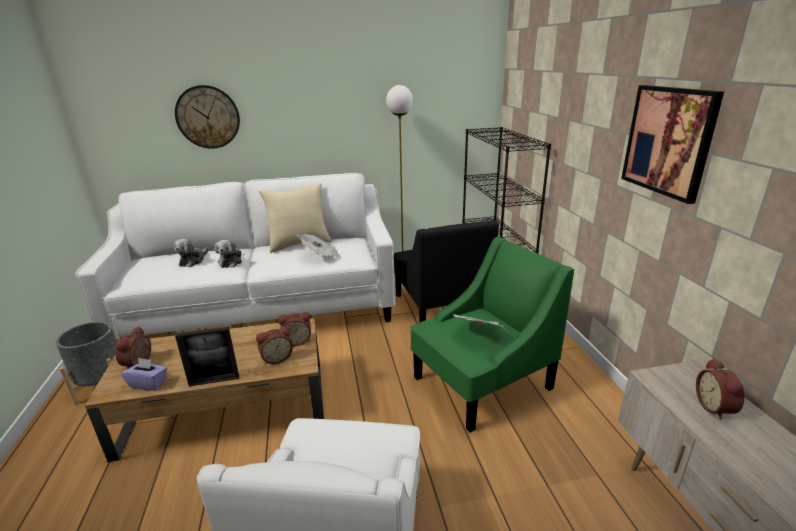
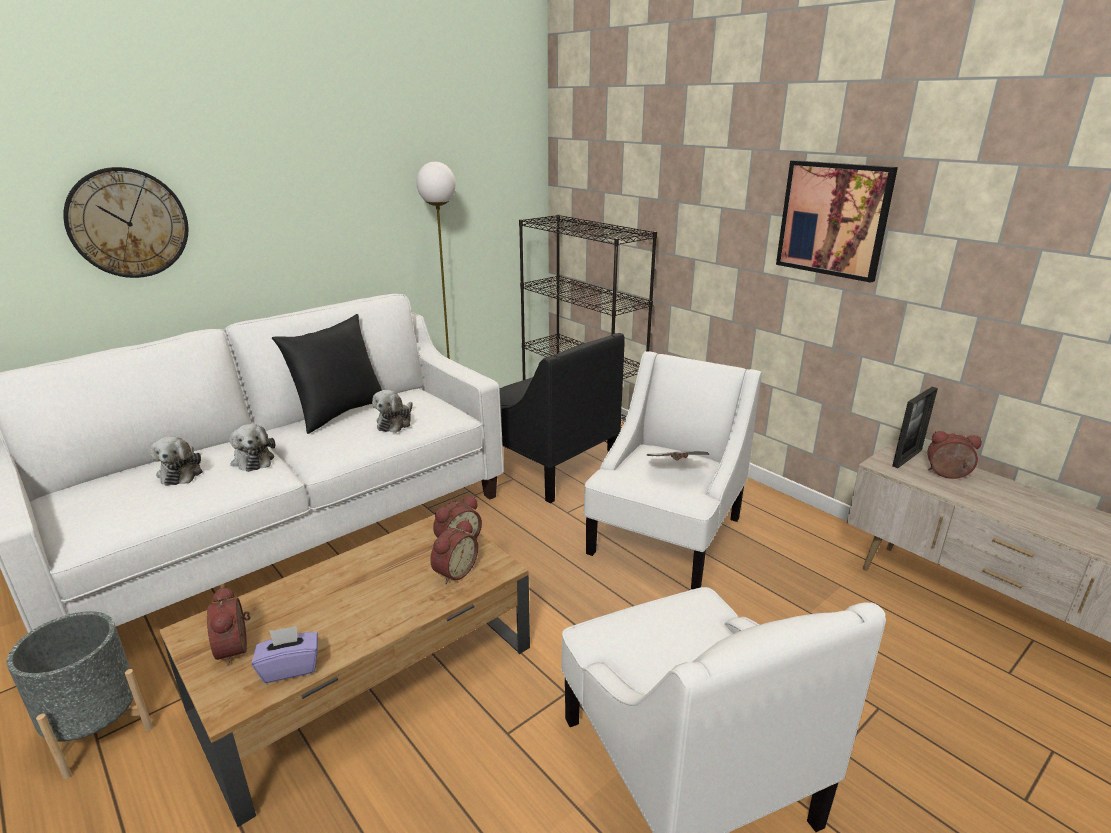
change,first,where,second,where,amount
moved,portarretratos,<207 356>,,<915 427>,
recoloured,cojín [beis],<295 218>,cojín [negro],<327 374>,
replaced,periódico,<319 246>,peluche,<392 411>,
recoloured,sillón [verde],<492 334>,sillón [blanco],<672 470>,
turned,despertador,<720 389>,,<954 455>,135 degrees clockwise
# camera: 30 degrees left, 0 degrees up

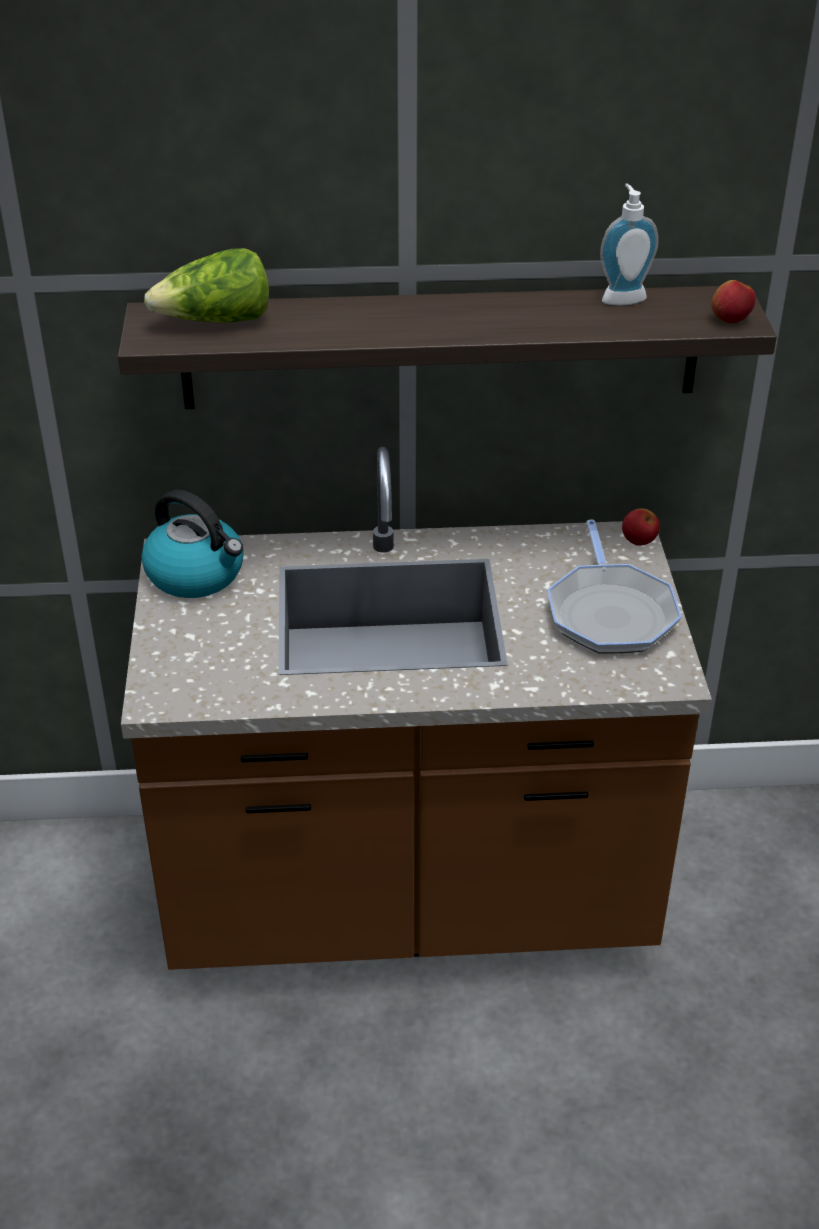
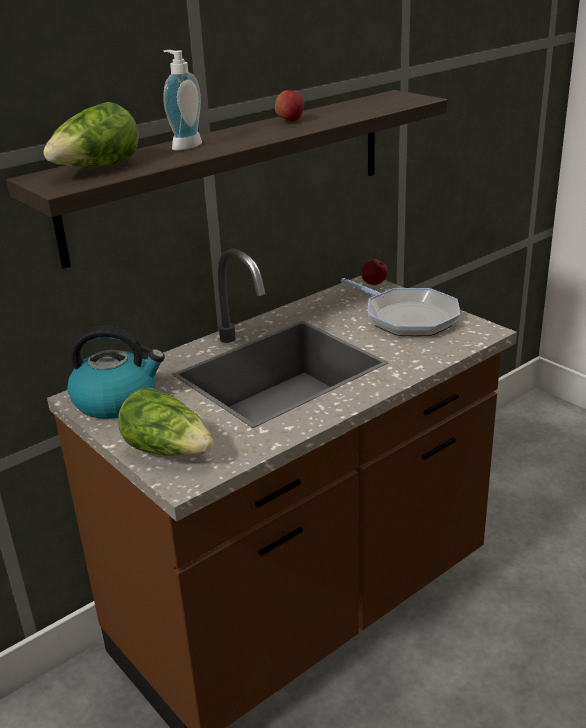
change,first,where,second,where,amount
moved,dispensador de jabón,<629 244>,,<182 100>,
moved,manzana,<733 301>,,<289 106>,
added,,,lechuga,<165 422>,
# camera: 35 degrees left, 10 degrees down

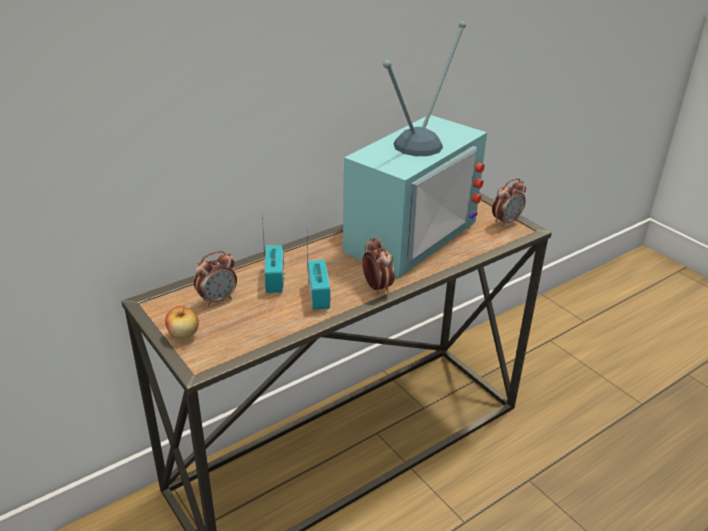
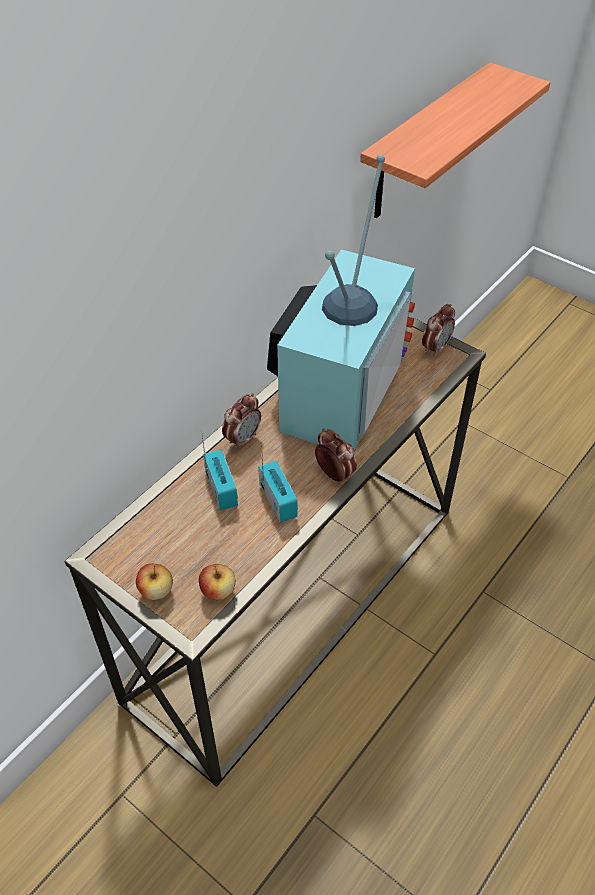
change,first,where,second,where,amount
moved,despertador,<215 279>,,<241 421>,
added,,,manzana,<217 582>,
added,,,estante,<455 140>,
# camera: 15 degrees left, 15 degrees up

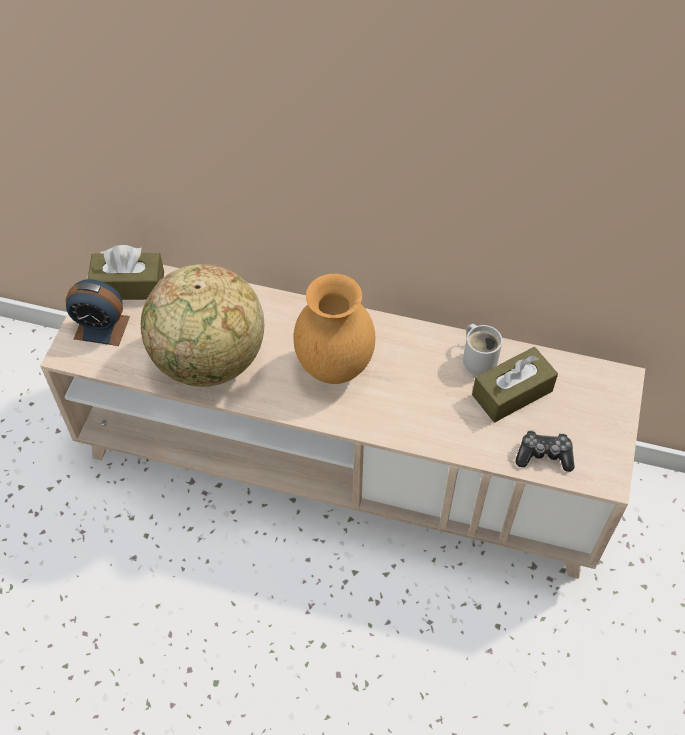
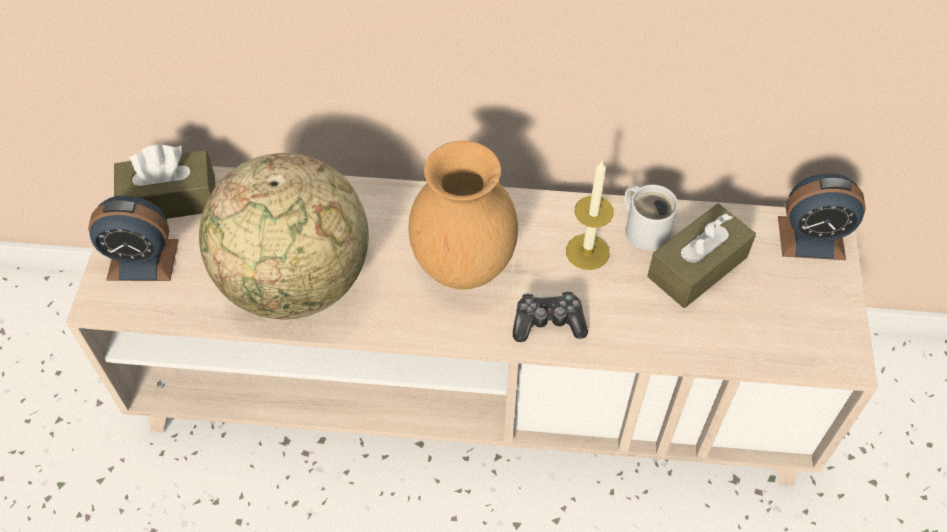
change,first,where,second,where,amount
moved,mando de consola,<545 451>,,<550 316>,
added,,,vela,<590 215>,
added,,,despertador,<822 217>,
# camera: 10 degrees left, 0 degrees up

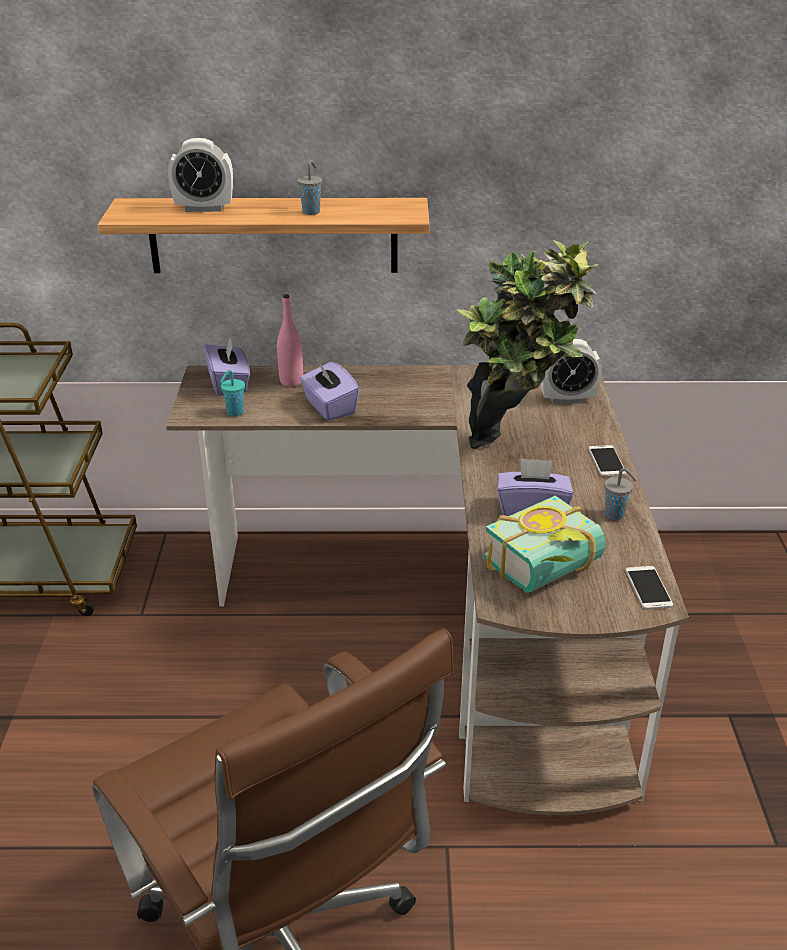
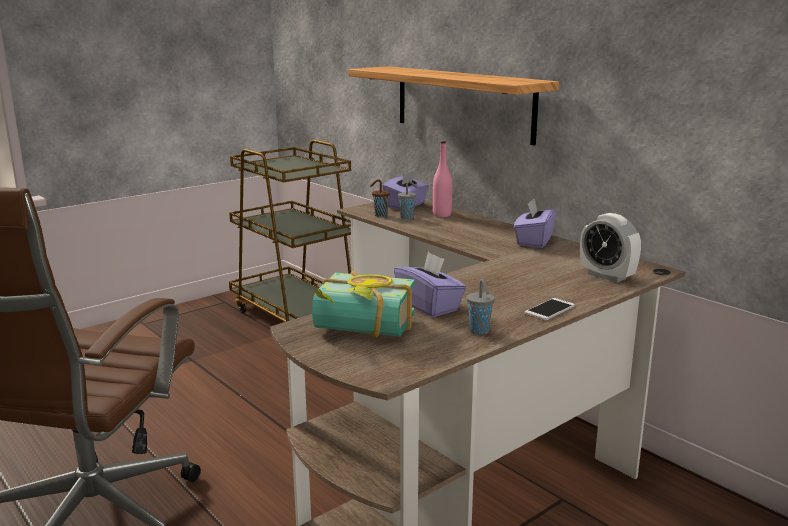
change,first,where,second,where,amount
removed,despertador,<200 175>,,,
recoloured,taza [turquesa],<232 393>,taza [marrón],<380 198>,
moved,taza [gris],<310 187>,,<407 200>,
moved,caja de pañuelos [morado],<330 390>,,<535 223>,
removed,planta en maceta,<527 344>,,,
removed,móvil,<649 587>,,,
# camera: 50 degrees right, 15 degrees down

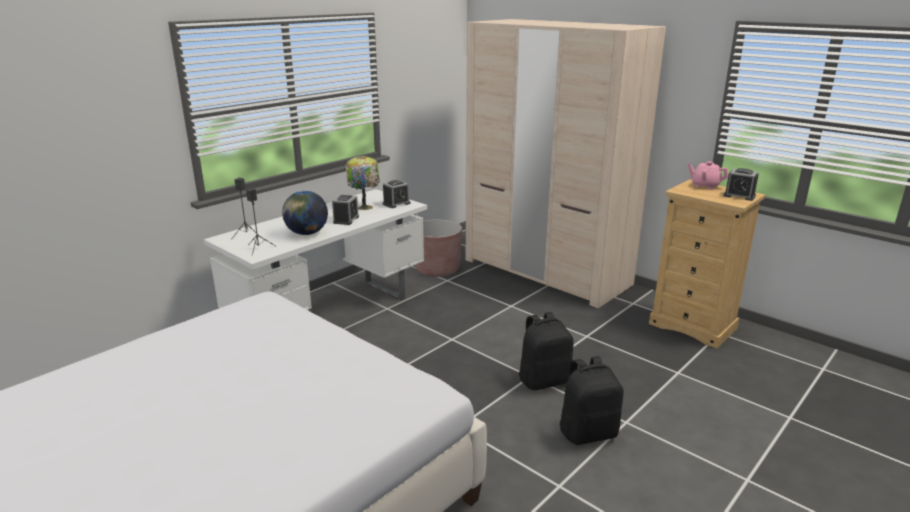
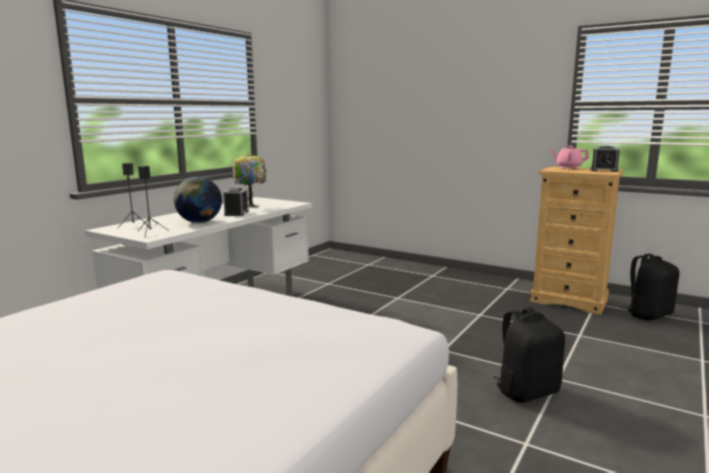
change,first,where,second,where,amount
removed,despertador,<397 194>,,,
removed,maceta [marrón],<438 248>,,,
removed,armario ropero [beis],<566 163>,,,
moved,mochila [negro],<546 351>,,<649 287>,
# camera: 10 degrees left, 10 degrees down

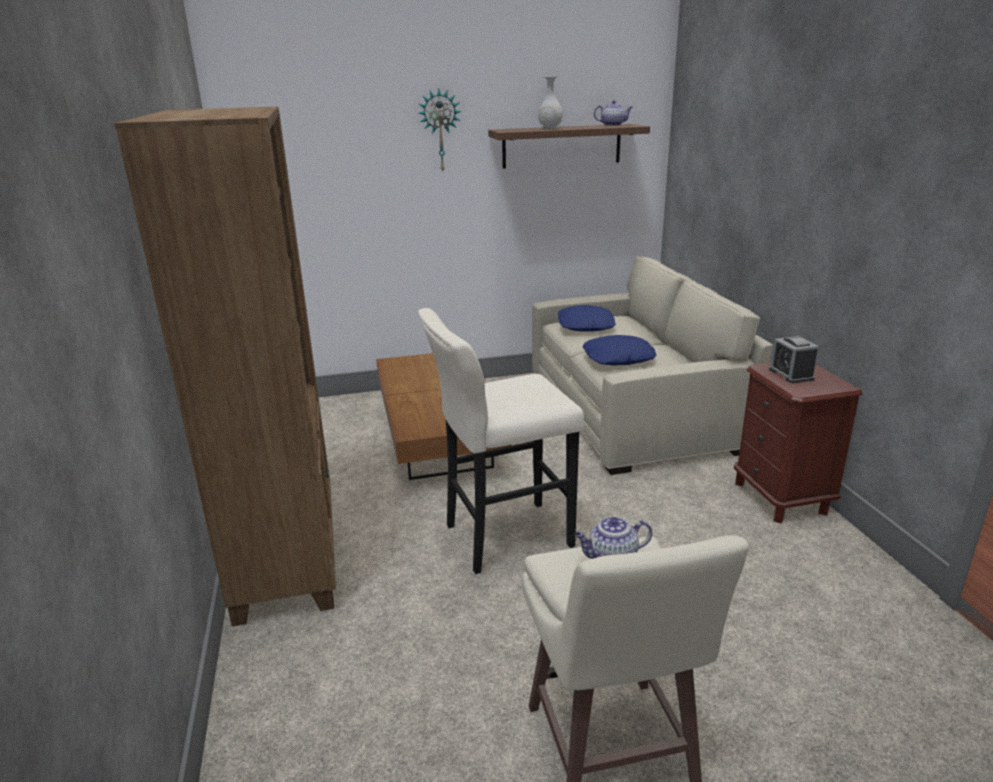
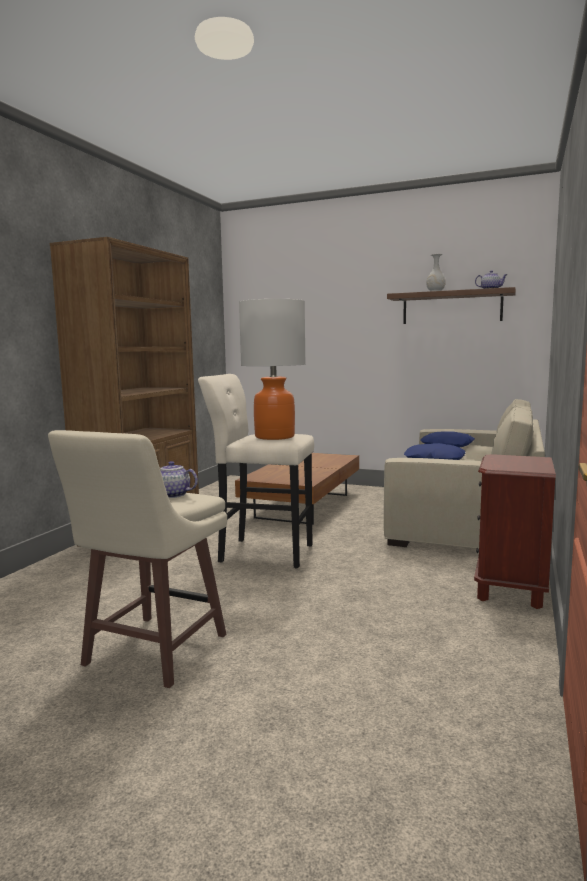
change,first,where,second,where,amount
removed,reloj de pared,<440 130>,,,
removed,despertador,<794 359>,,,
added,,,lámpara de mesa,<272 369>,
# camera: 35 degrees right, 15 degrees down

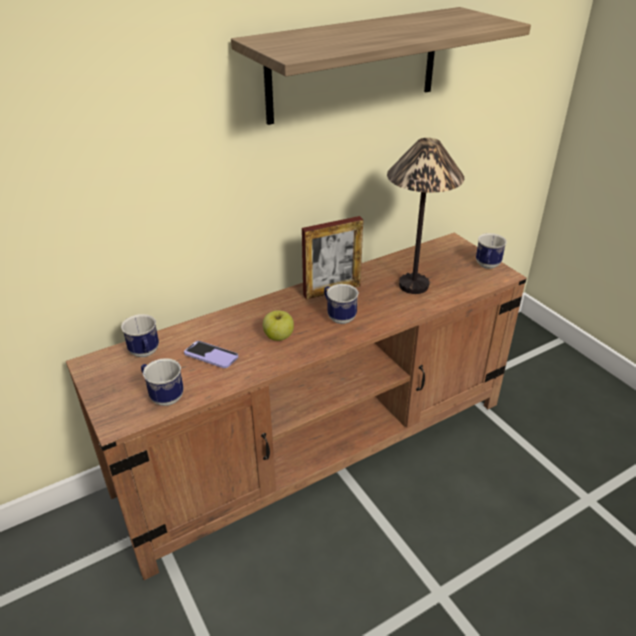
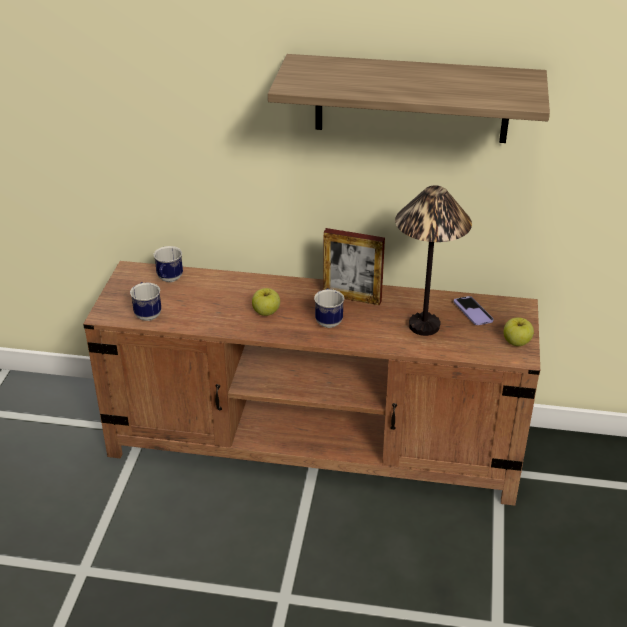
change,first,where,second,where,amount
moved,móvil,<211 354>,,<473 310>,
replaced,taza grande,<491 251>,manzana,<519 331>,
# camera: 40 degrees right, 0 degrees up

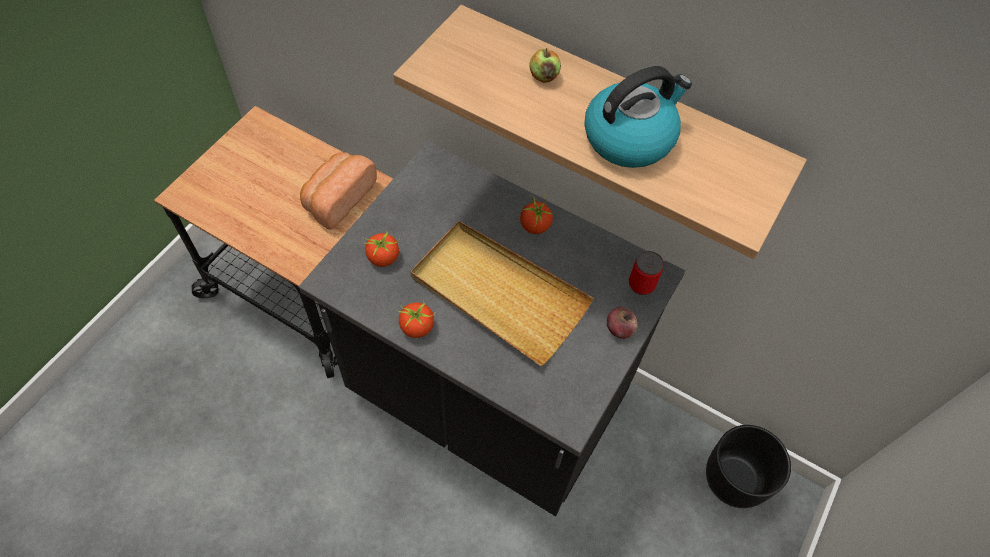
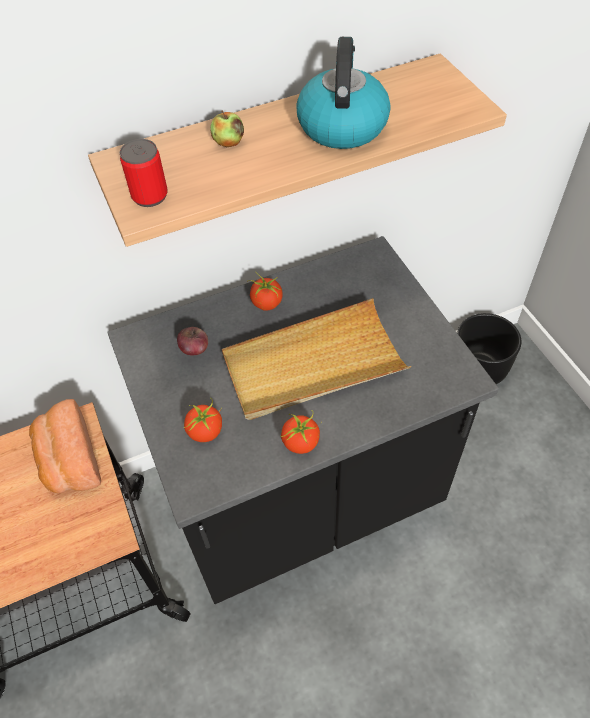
change,first,where,second,where,amount
moved,manzana,<622 323>,,<192 341>,
moved,lata,<646 273>,,<144 173>,
# camera: 50 degrees left, 5 degrees down

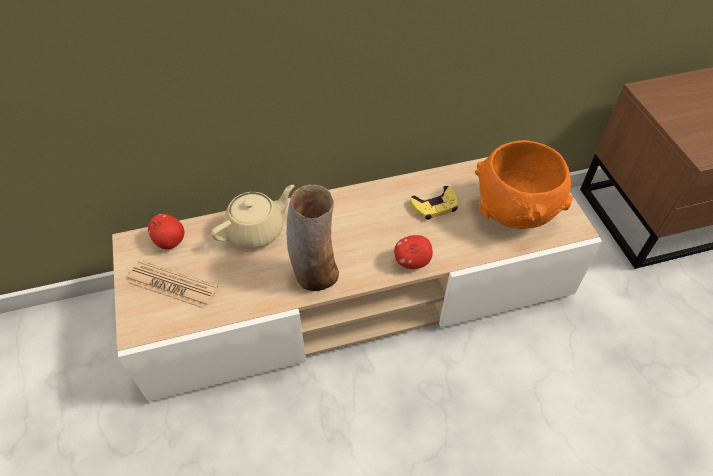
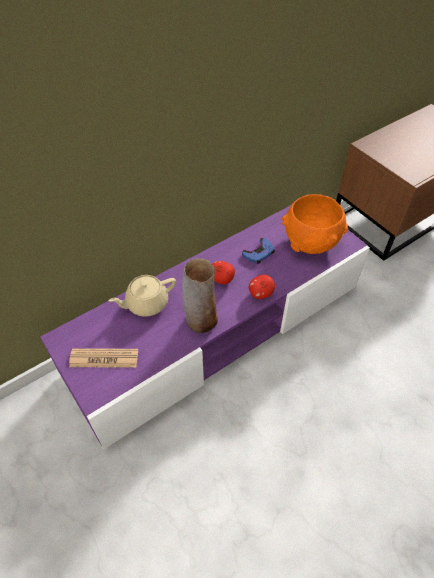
change,first,where,second,where,amount
recoloured,mueble de televisión [beis],<357 279>,mueble de televisión [morado],<205 327>,
moved,manzana,<166 231>,,<223 272>,
turned,tetera [beis],<252 217>,,<142 296>,150 degrees counterclockwise
recoloured,mando de consola [amarillo],<434 203>,mando de consola [azul],<258 251>,
# camera: 20 degrees left, 0 degrees up

